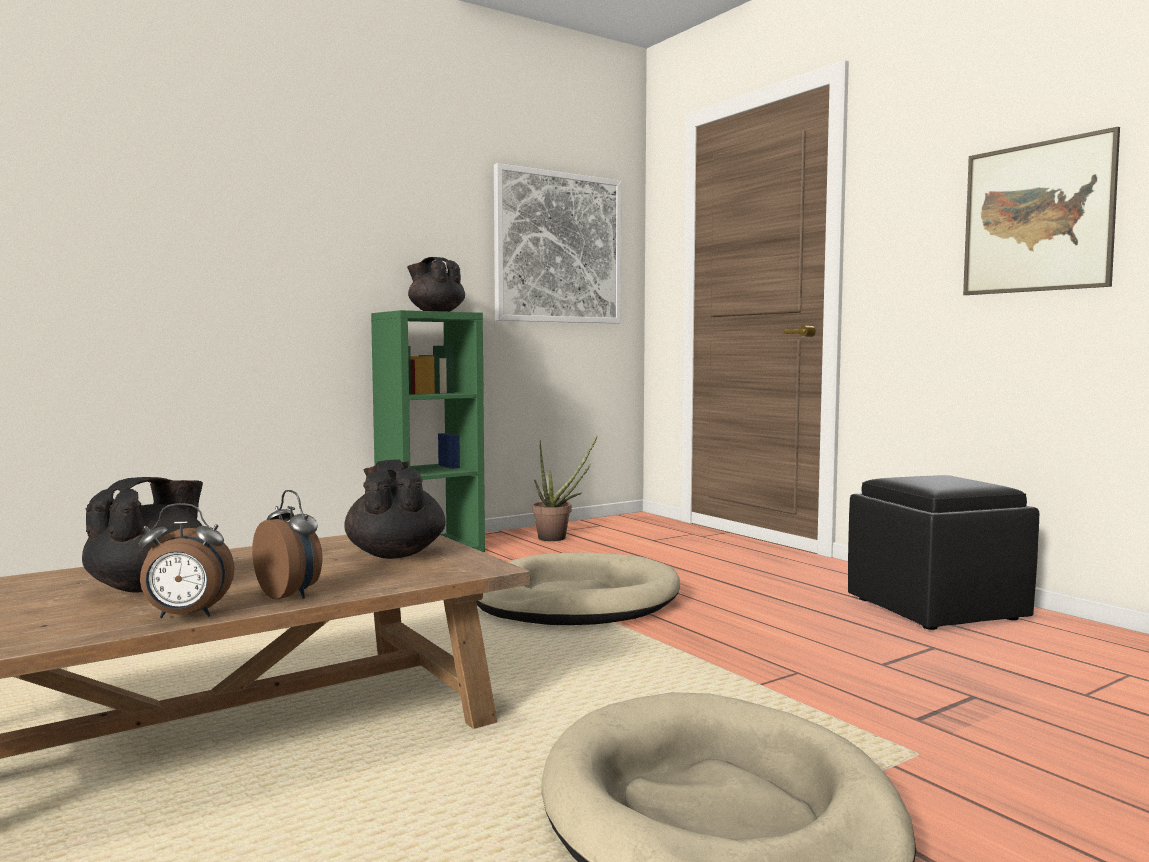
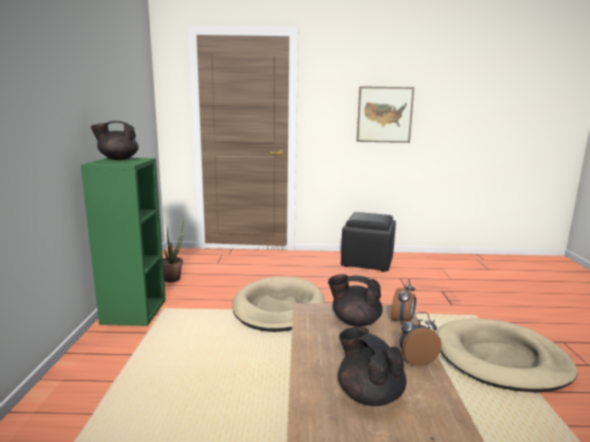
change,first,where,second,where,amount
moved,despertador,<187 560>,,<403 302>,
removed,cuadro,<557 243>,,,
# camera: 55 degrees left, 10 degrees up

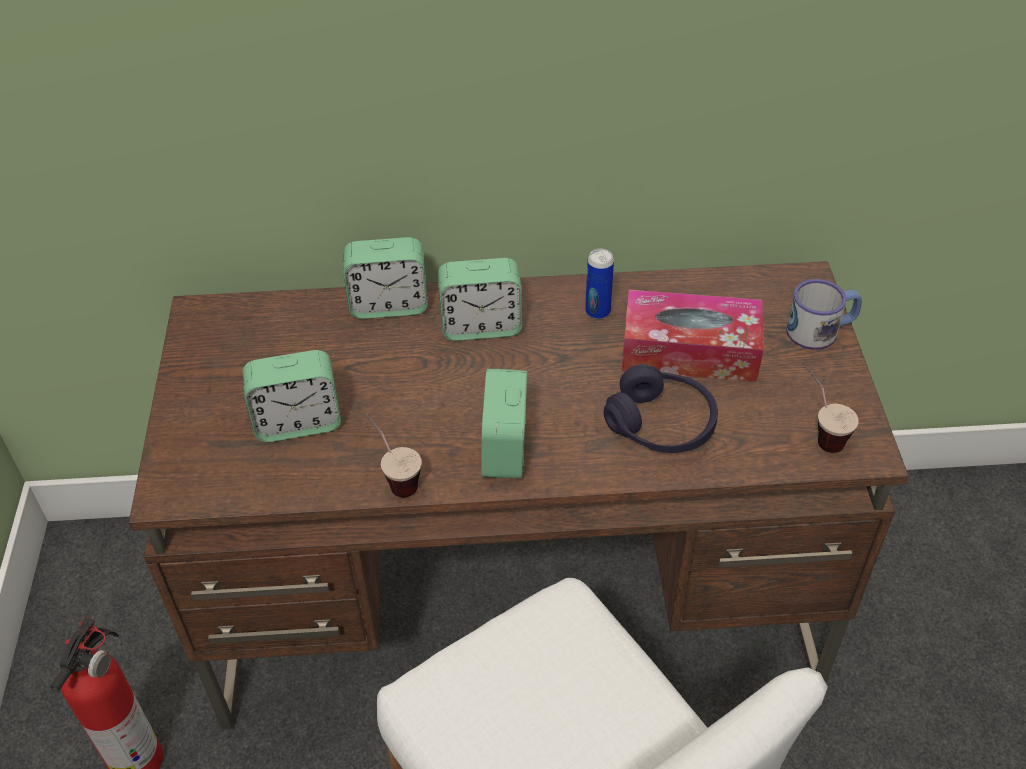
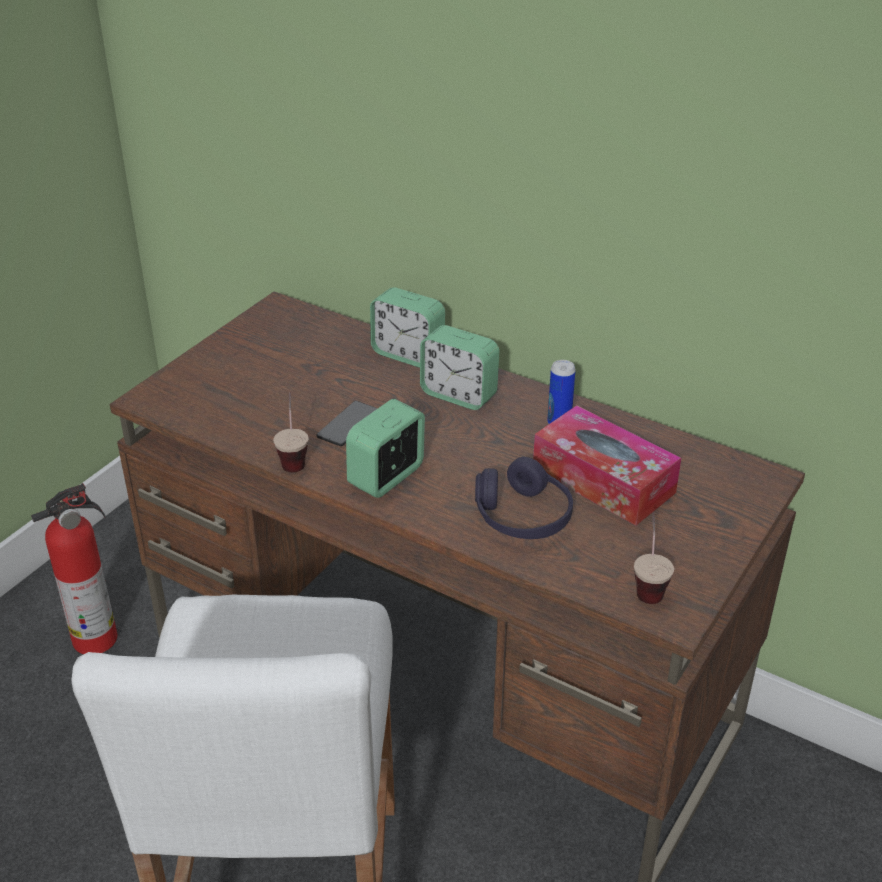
change,first,where,second,where,amount
removed,despertador,<292 396>,,,
removed,taza grande,<824 314>,,,
added,,,móvil,<347 423>,
# camera: 35 degrees right, 10 degrees down

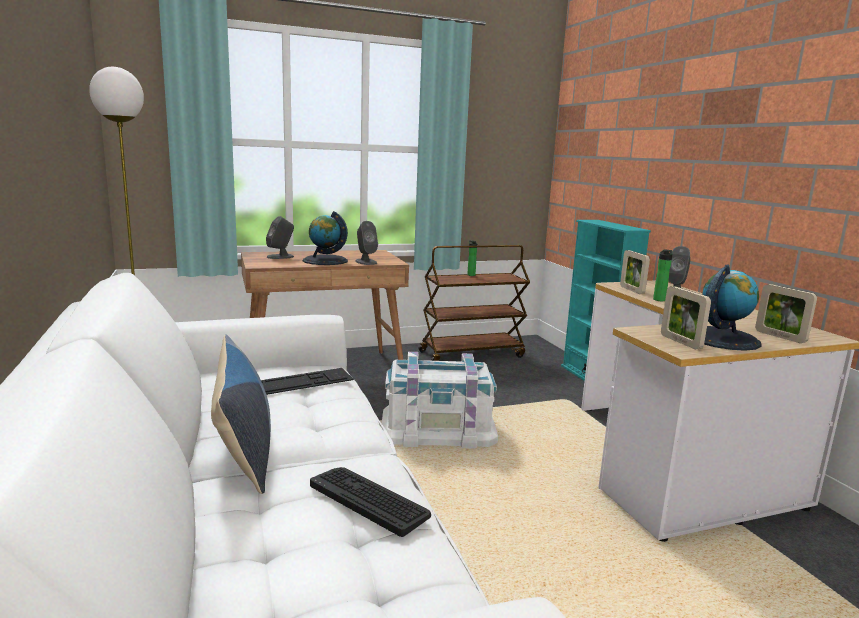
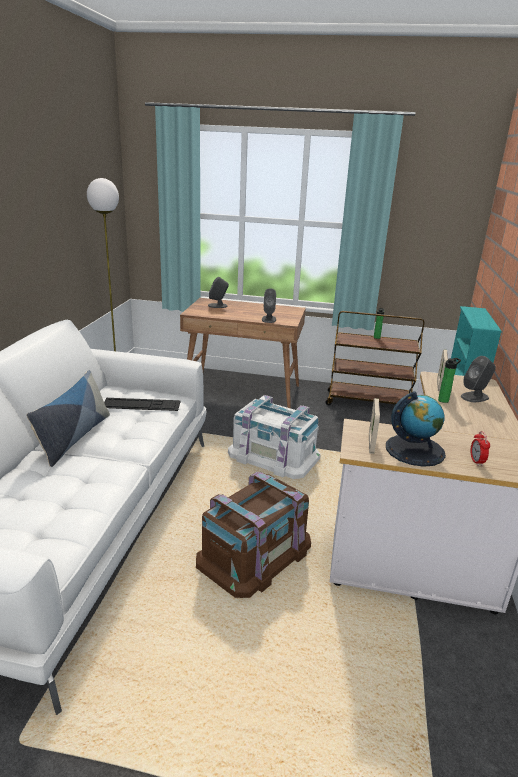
change,first,where,second,where,amount
removed,globo terráqueo,<325 238>,,,
removed,teclado,<370 502>,,,
replaced,portarretratos,<786 313>,despertador,<480 448>,
added,,,caja de almacenaje [marrón],<253 535>,
# camera: 30 degrees right, 10 degrees up

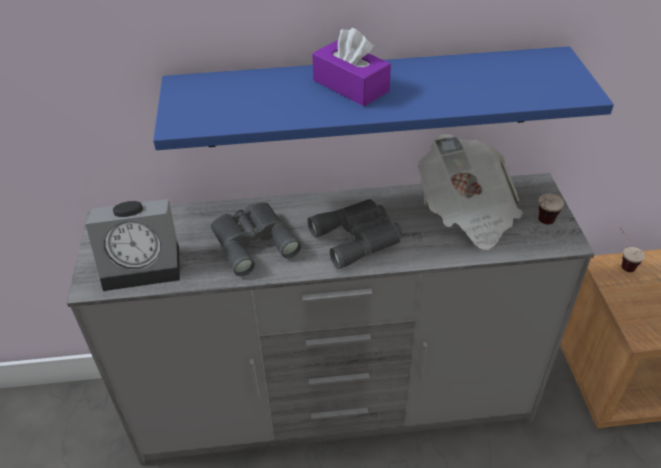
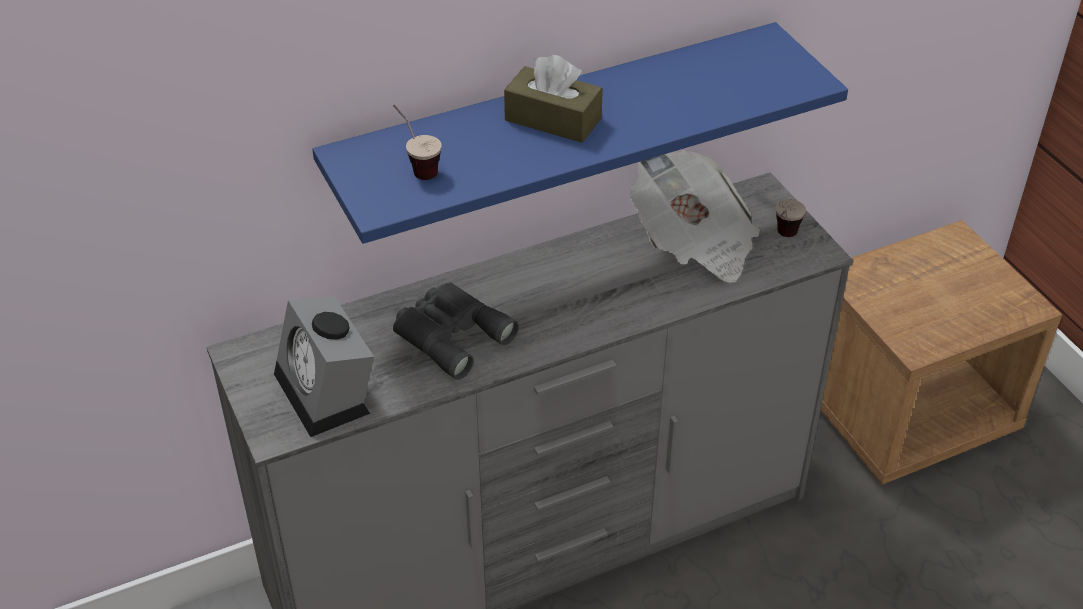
change,first,where,second,where,amount
turned,despertador,<133 245>,,<324 366>,90 degrees clockwise
removed,prismáticos [gris],<354 234>,,,
recoloured,caja de pañuelos [morado],<351 67>,caja de pañuelos [marrón],<553 99>,
moved,taza,<632 249>,,<417 142>,
# camera: 20 degrees left, 0 degrees up

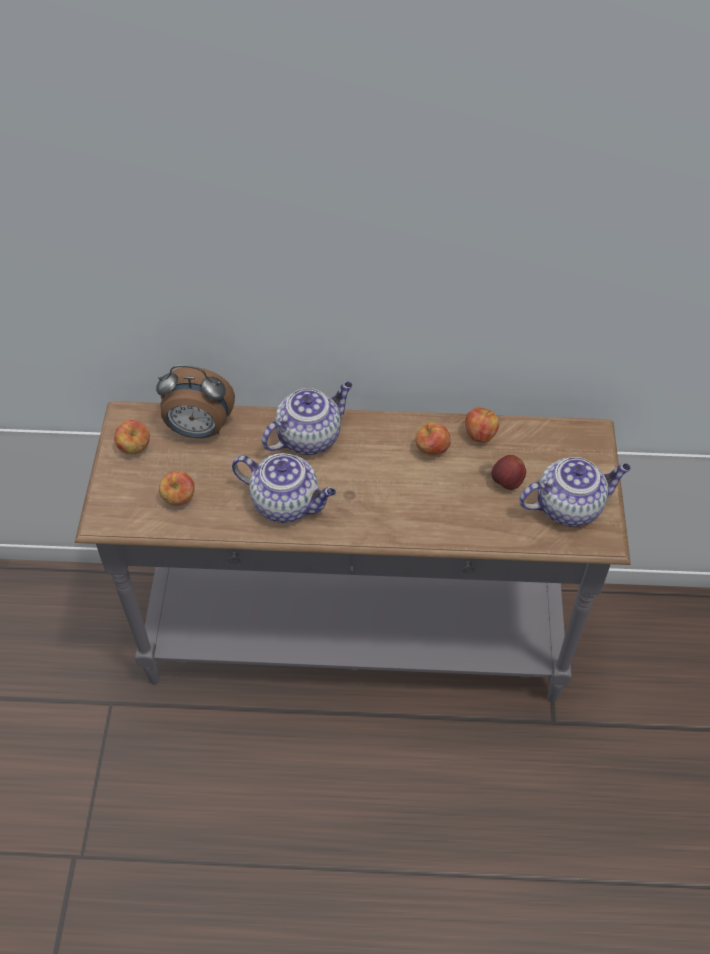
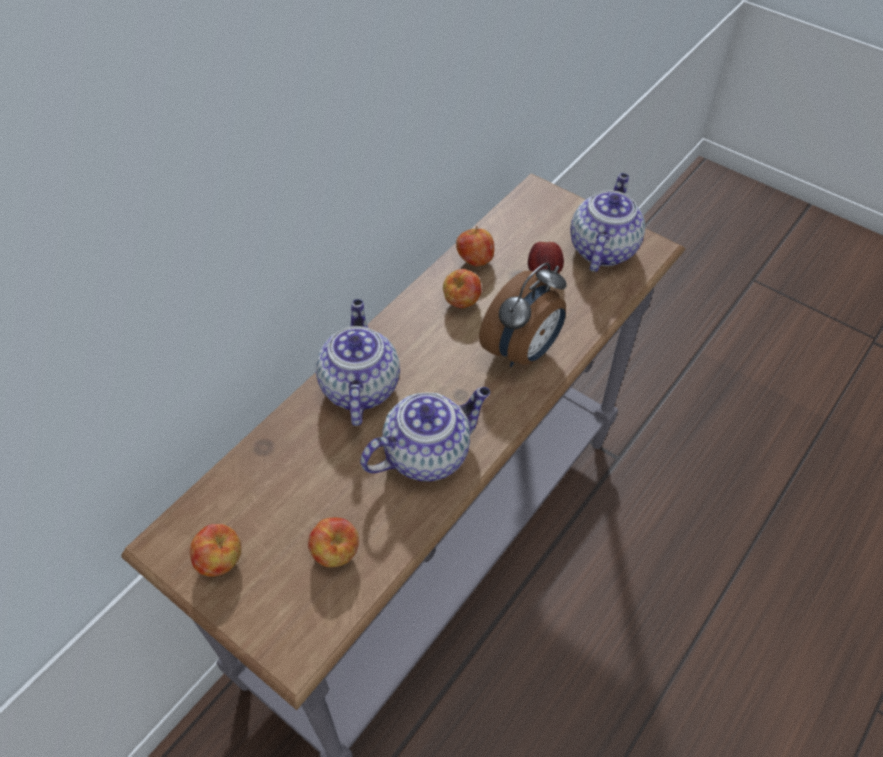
change,first,where,second,where,amount
moved,despertador,<195 401>,,<522 315>,
# camera: 55 degrees left, 0 degrees up

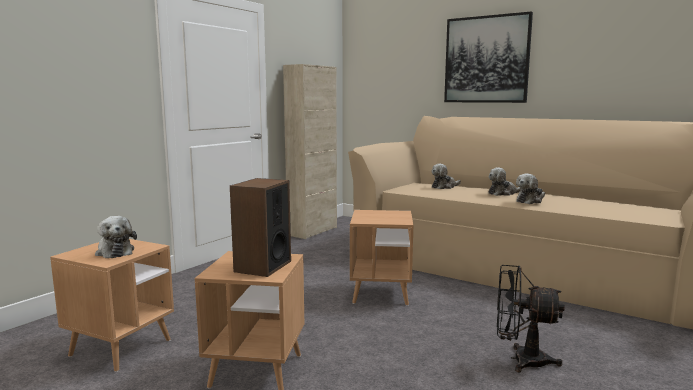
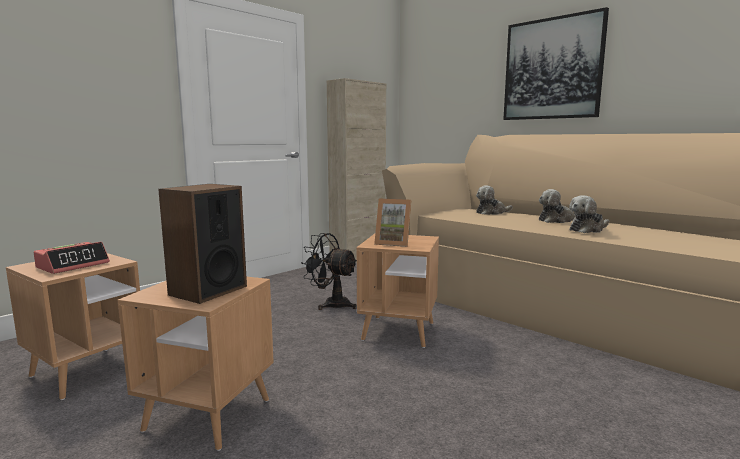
change,first,where,second,where,amount
replaced,peluche,<116 237>,despertador,<71 258>,
moved,ventilador [negro],<531 318>,,<329 271>,
added,,,portarretratos,<393 223>,
# camera: 10 degrees right, 0 degrees up

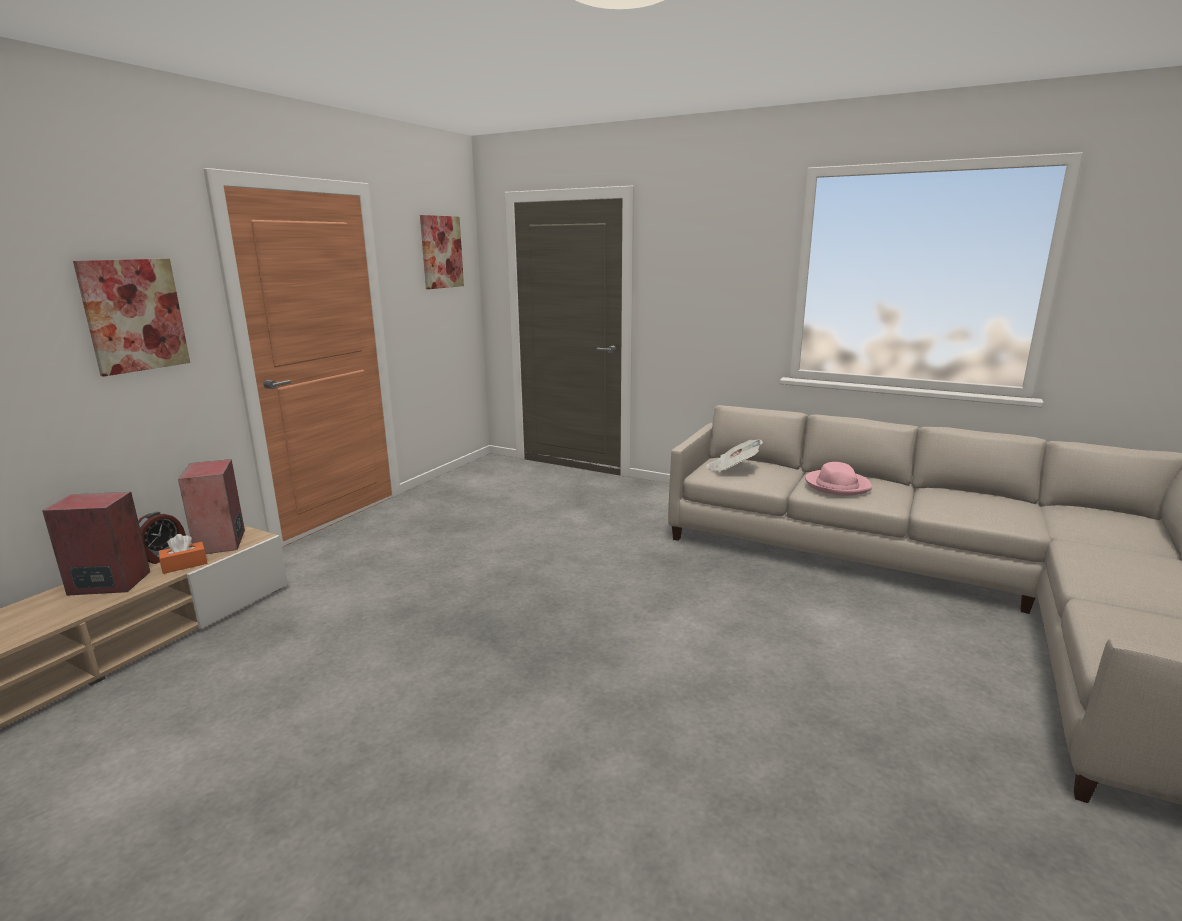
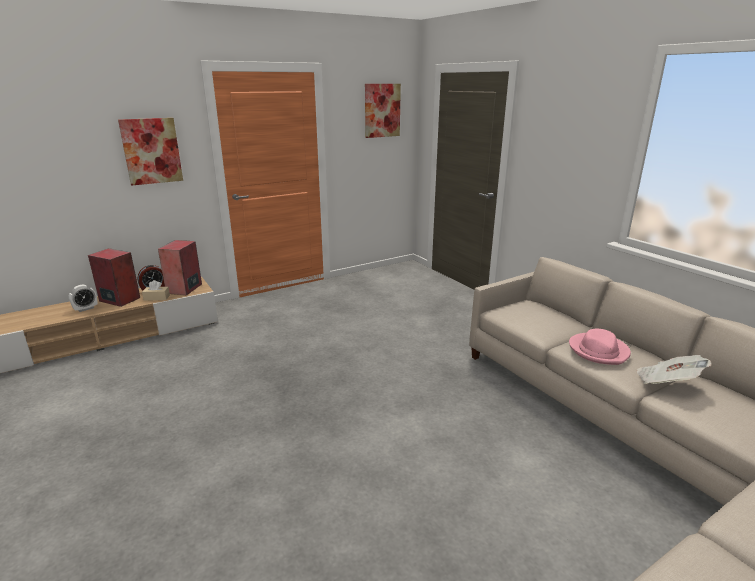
change,first,where,second,where,amount
recoloured,caja de pañuelos [naranja],<182 554>,caja de pañuelos [beis],<156 290>,
moved,periódico,<734 456>,,<674 369>,
added,,,despertador,<83 298>,
# camera: 30 degrees right, 5 degrees up

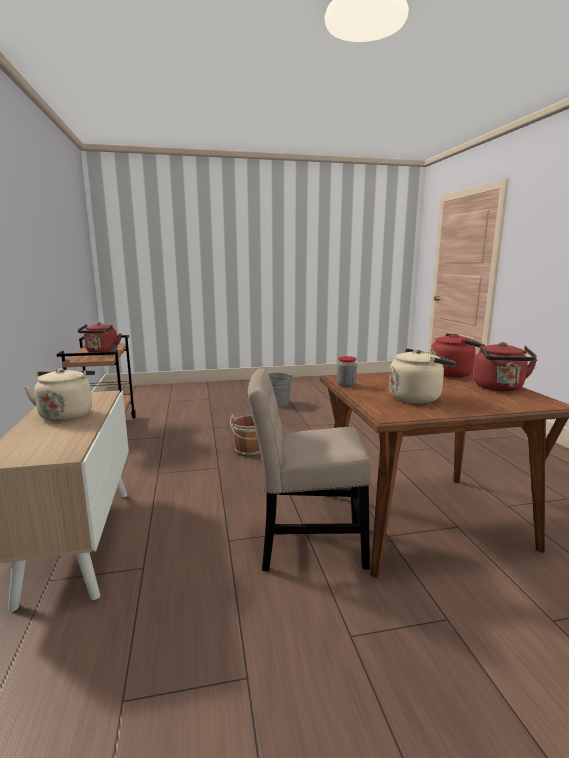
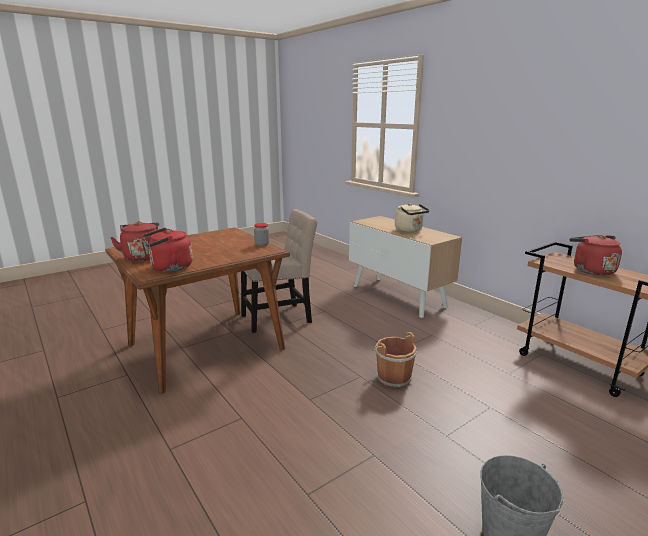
change,first,where,second,where,amount
removed,hervidor [beis],<422 375>,,,
# camera: 155 degrees right, 5 degrees up

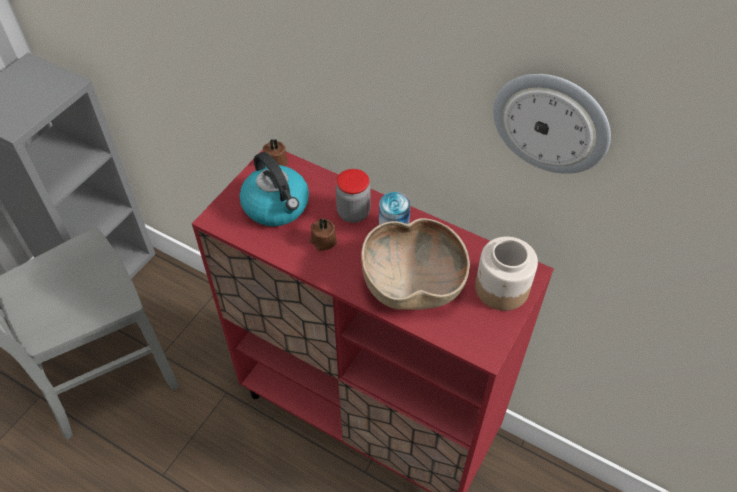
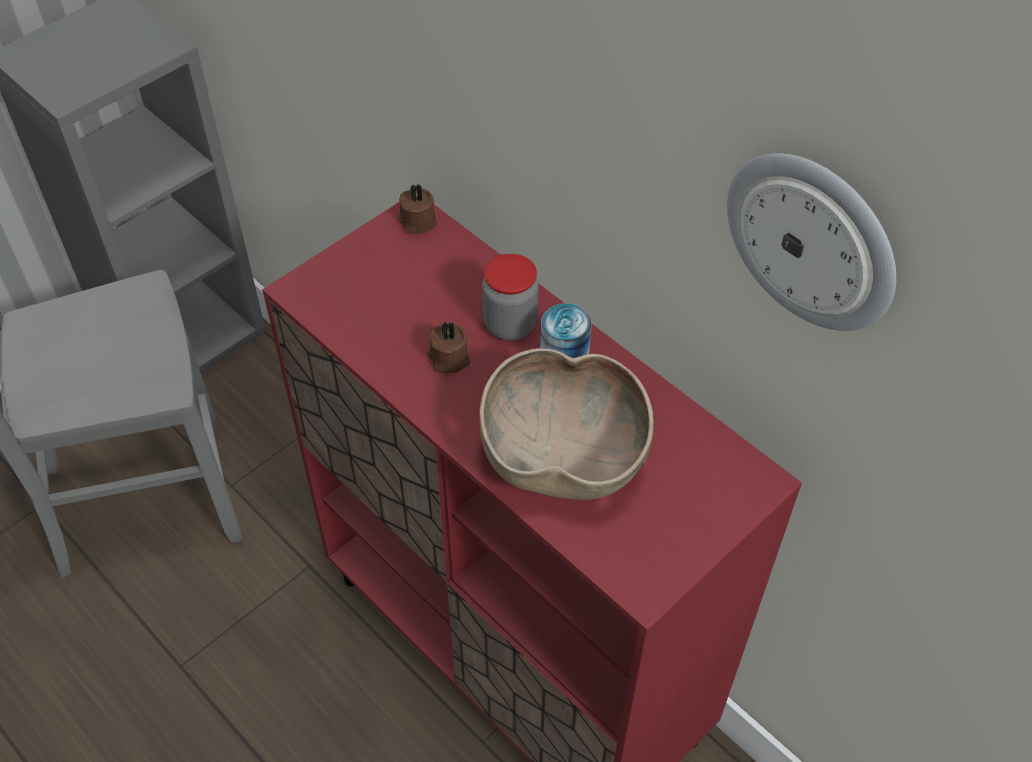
change,first,where,second,where,amount
removed,hervidor,<274 189>,,,
removed,tarro,<506 274>,,,
# camera: 15 degrees right, 0 degrees up

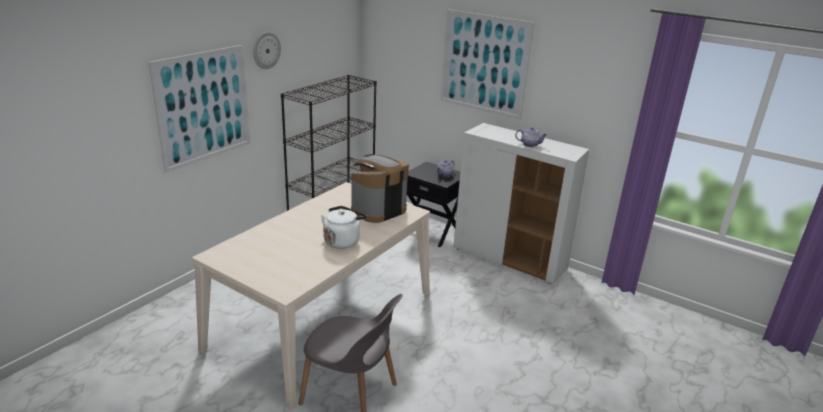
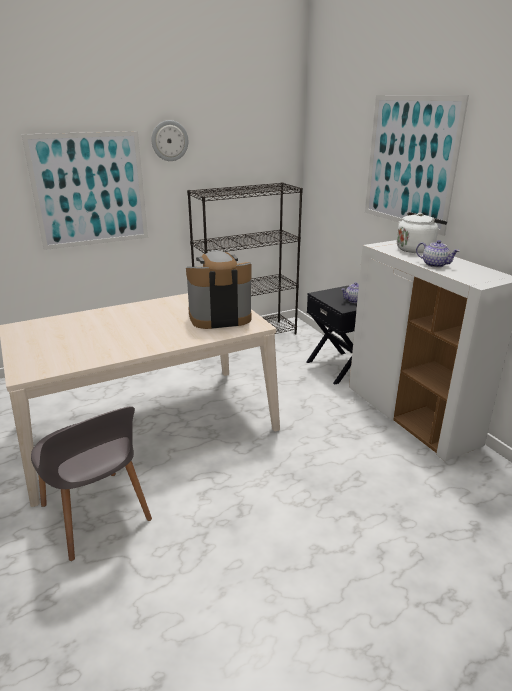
change,first,where,second,where,amount
moved,hervidor [blanco],<344 227>,,<422 232>,
# camera: 30 degrees right, 0 degrees up

